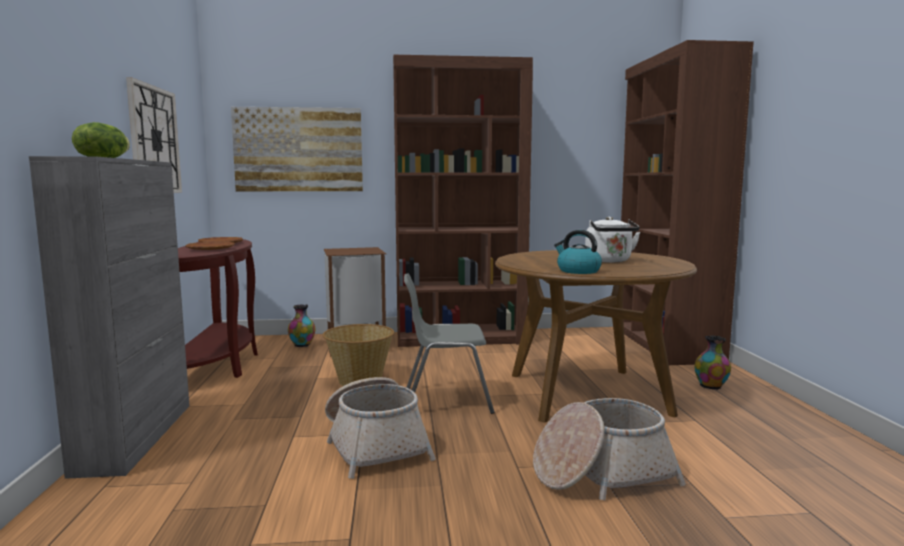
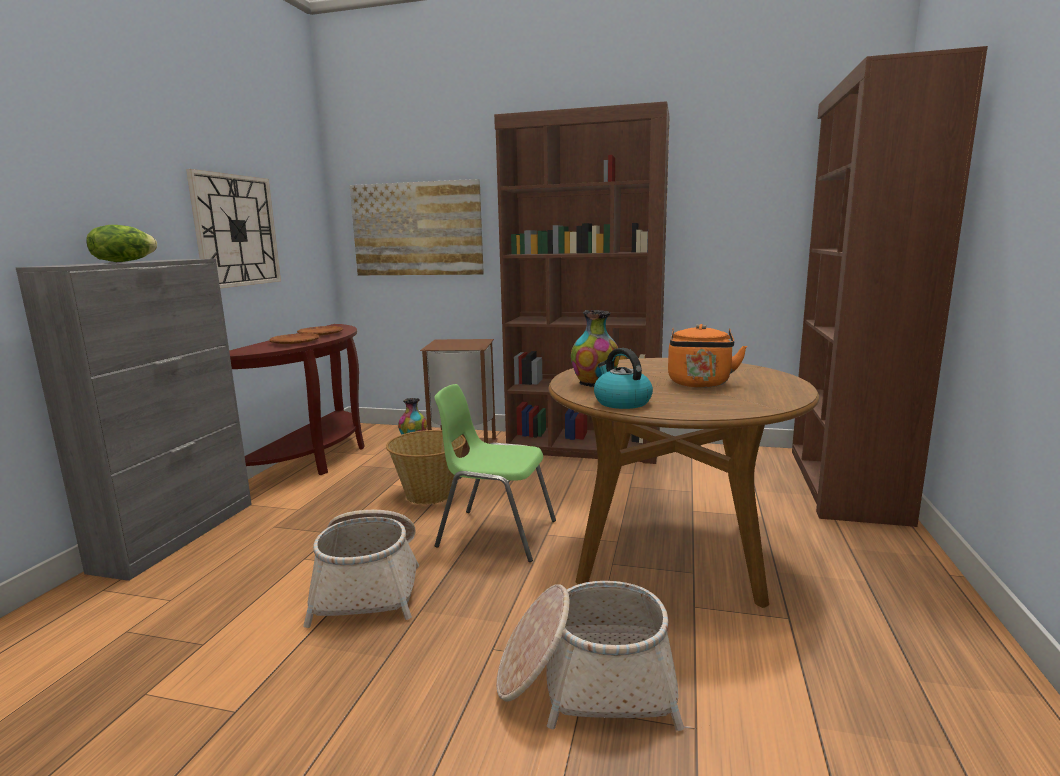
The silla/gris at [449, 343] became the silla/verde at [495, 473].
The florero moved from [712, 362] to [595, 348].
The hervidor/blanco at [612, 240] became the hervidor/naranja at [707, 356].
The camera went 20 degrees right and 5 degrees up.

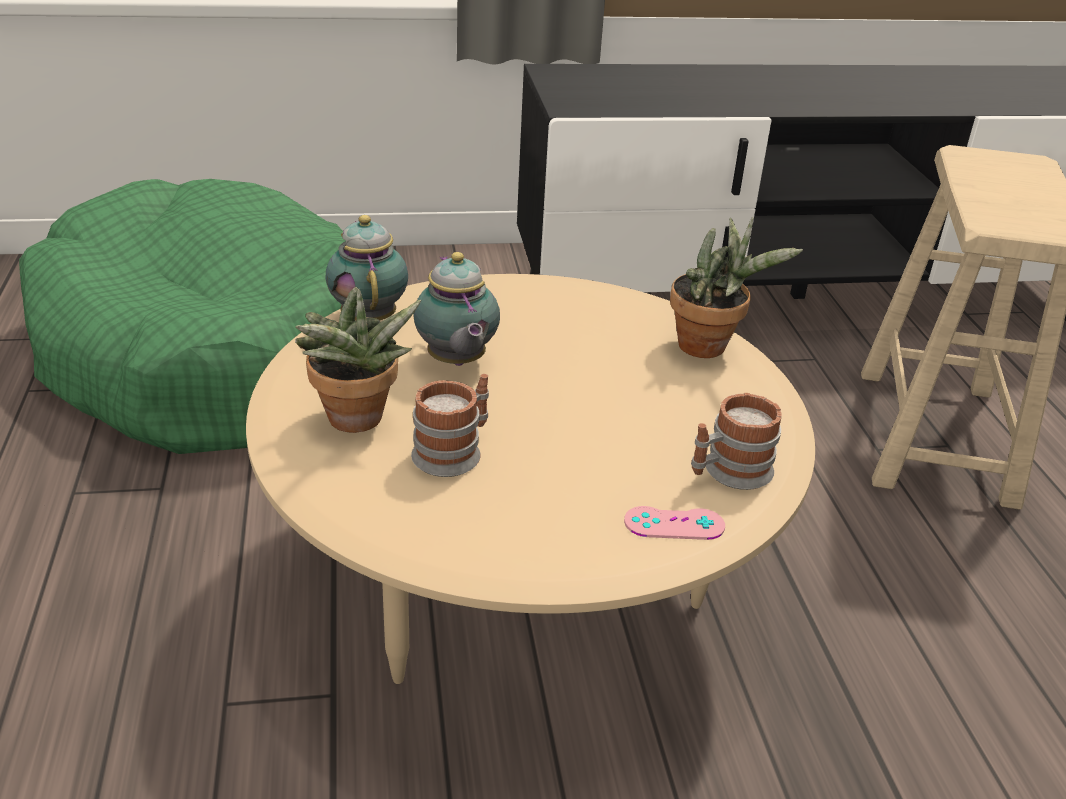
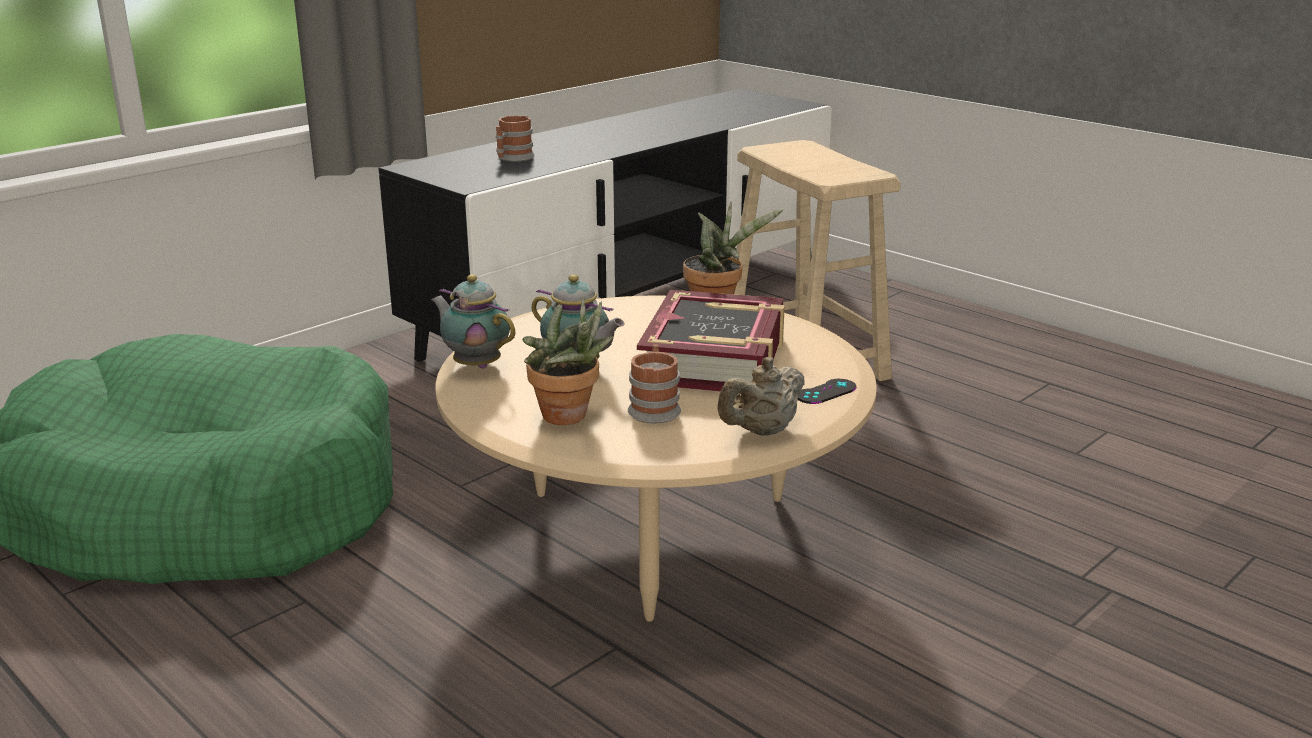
The taza grande moved from [736, 441] to [515, 138].
The libro at [711, 341] appeared.
The tetera/beis at [761, 396] appeared.
The mando de consola/rosa at [674, 523] became the mando de consola/negro at [827, 391].
The camera went 35 degrees left and 10 degrees down.

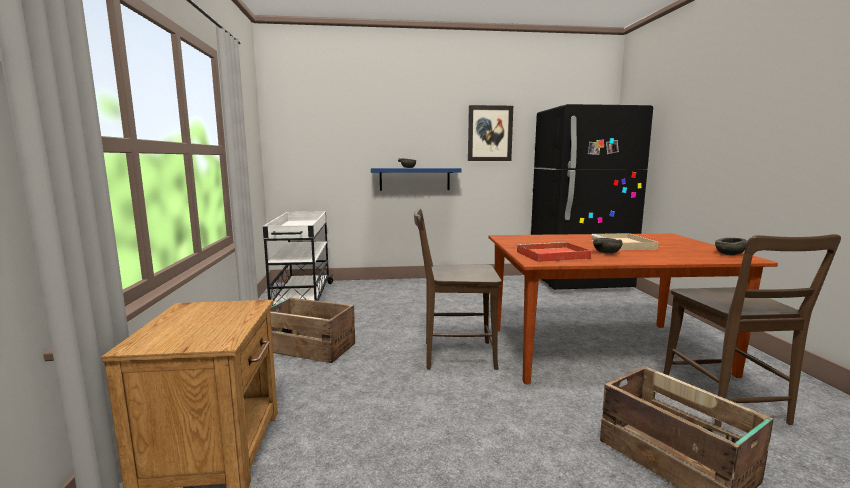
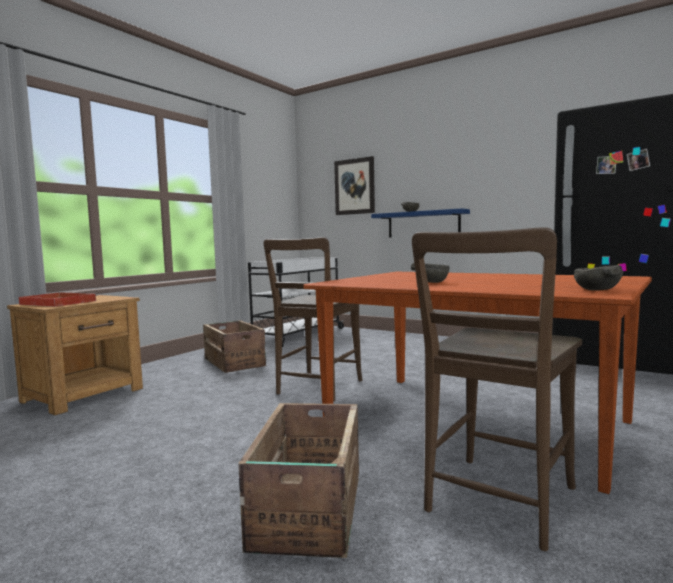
The bandeja/rojo moved from [554, 252] to [58, 299].
The silla/marrón at [458, 289] turned 105 degrees counterclockwise.
The cuadro moved from [490, 133] to [354, 185].
The bandeja/beis at [625, 241] disappeared.
The camera went 40 degrees right and 5 degrees down.

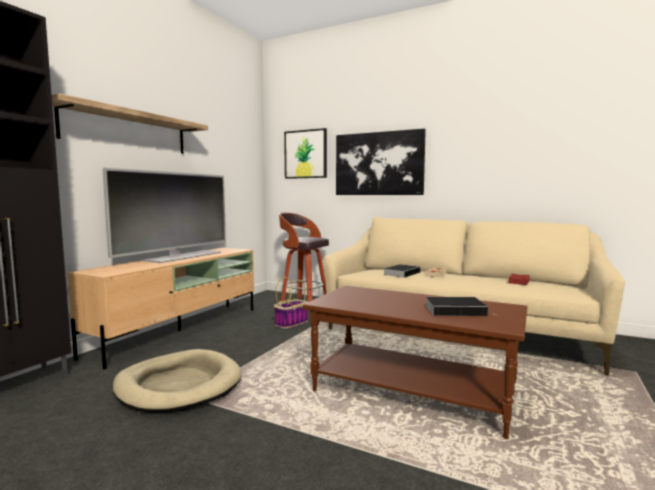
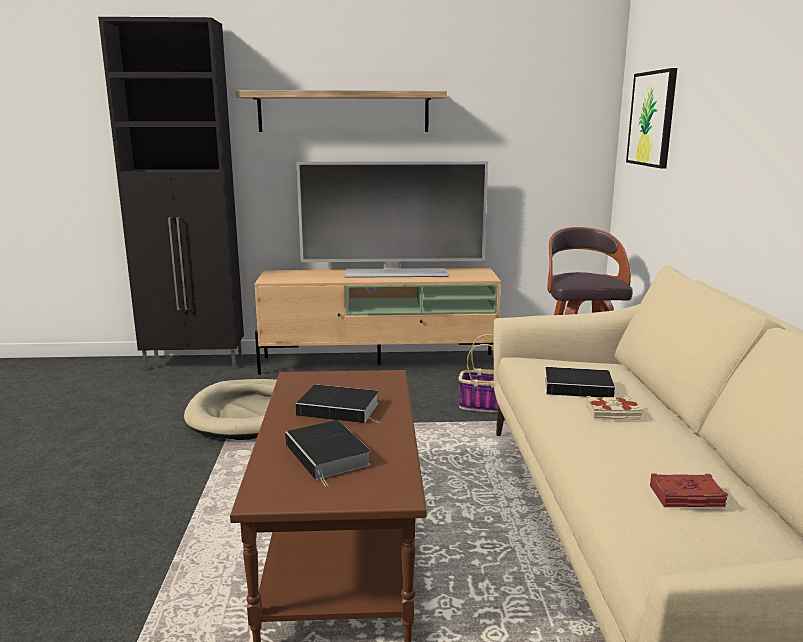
The libro at [337, 404] appeared.
The cuadro at [381, 162] disappeared.
The camera went 60 degrees right and 10 degrees up.

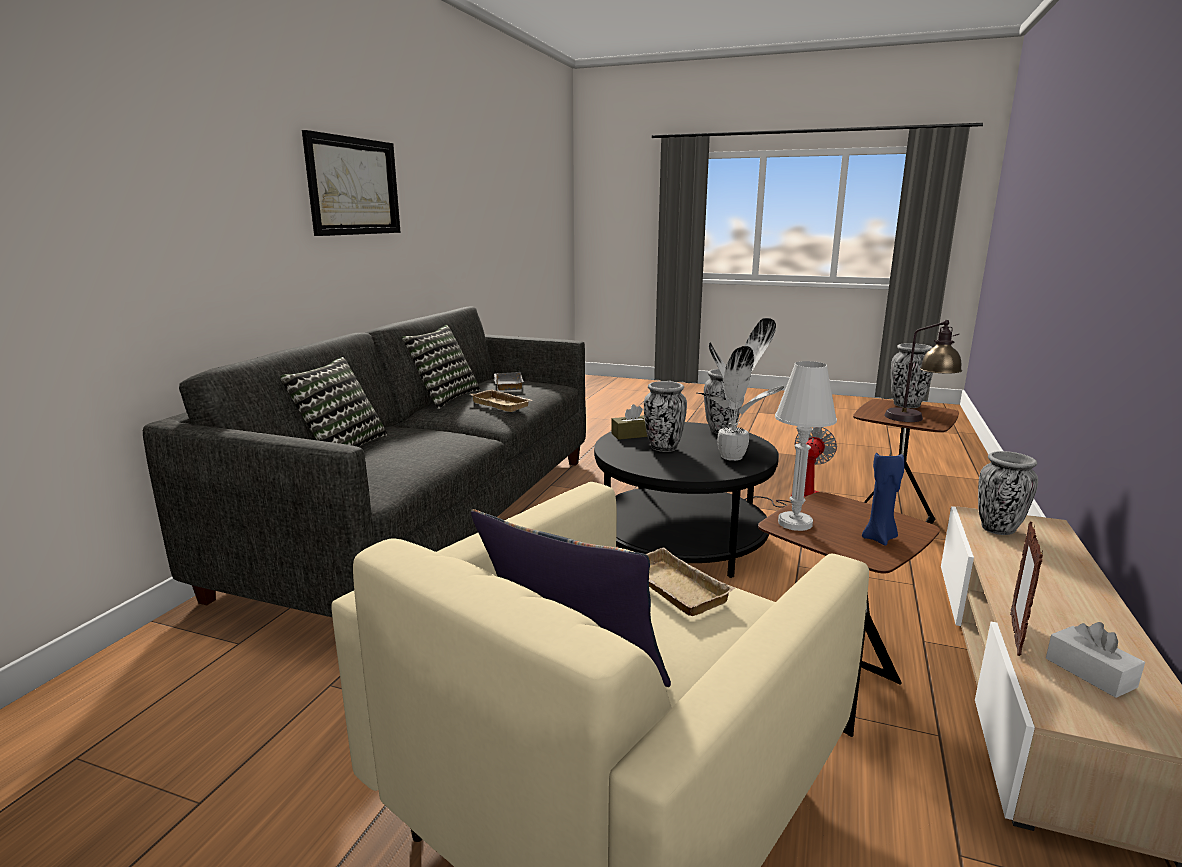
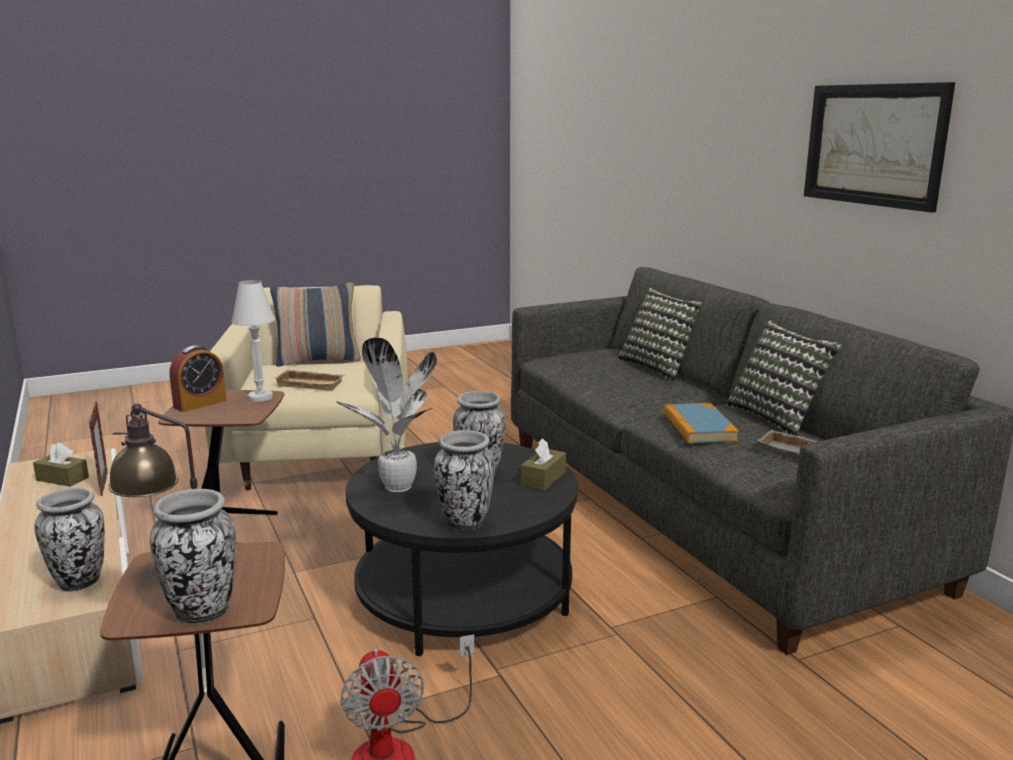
The caja de pañuelos/blanco at [1095, 660] became the caja de pañuelos/marrón at [61, 465].
The vela/azul at [883, 498] was replaced by the despertador at [198, 378].
The bandeja/beis at [501, 400] was replaced by the libro at [701, 423].
The camera went 135 degrees right and 0 degrees up.

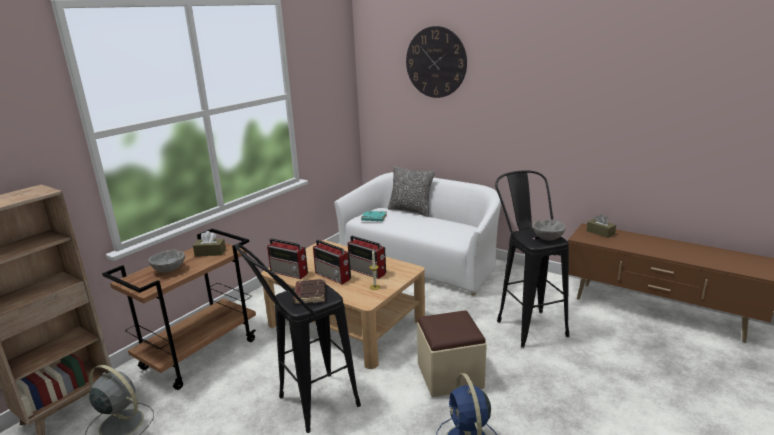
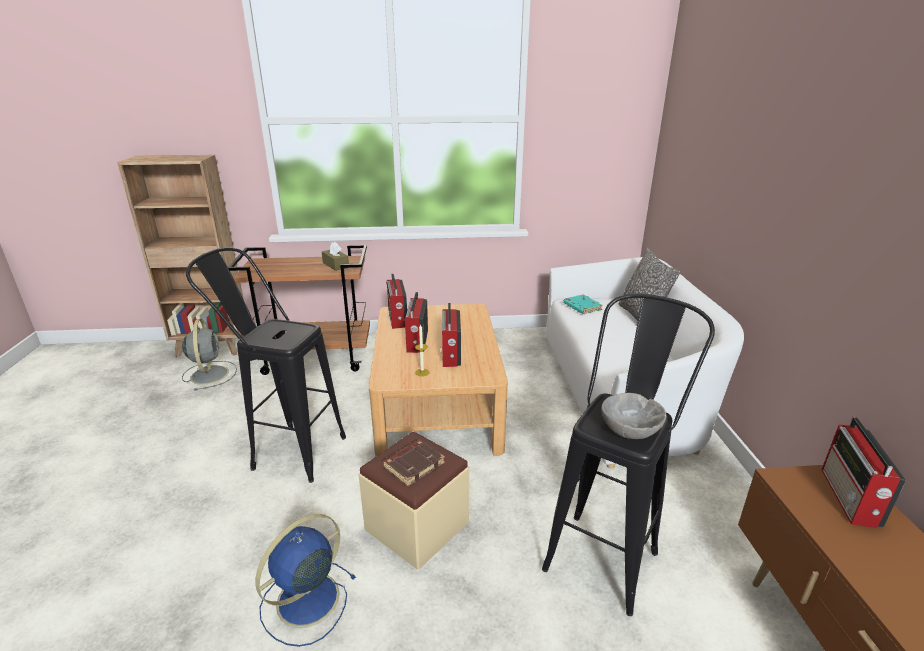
The libro/marrón moved from [309, 291] to [414, 463].
The caja de pañuelos/marrón at [601, 226] was replaced by the radio at [863, 472].
The cuenco/gris at [166, 261] disappeared.
The reloj de pared at [436, 62] disappeared.
The camera went 50 degrees right and 5 degrees up.

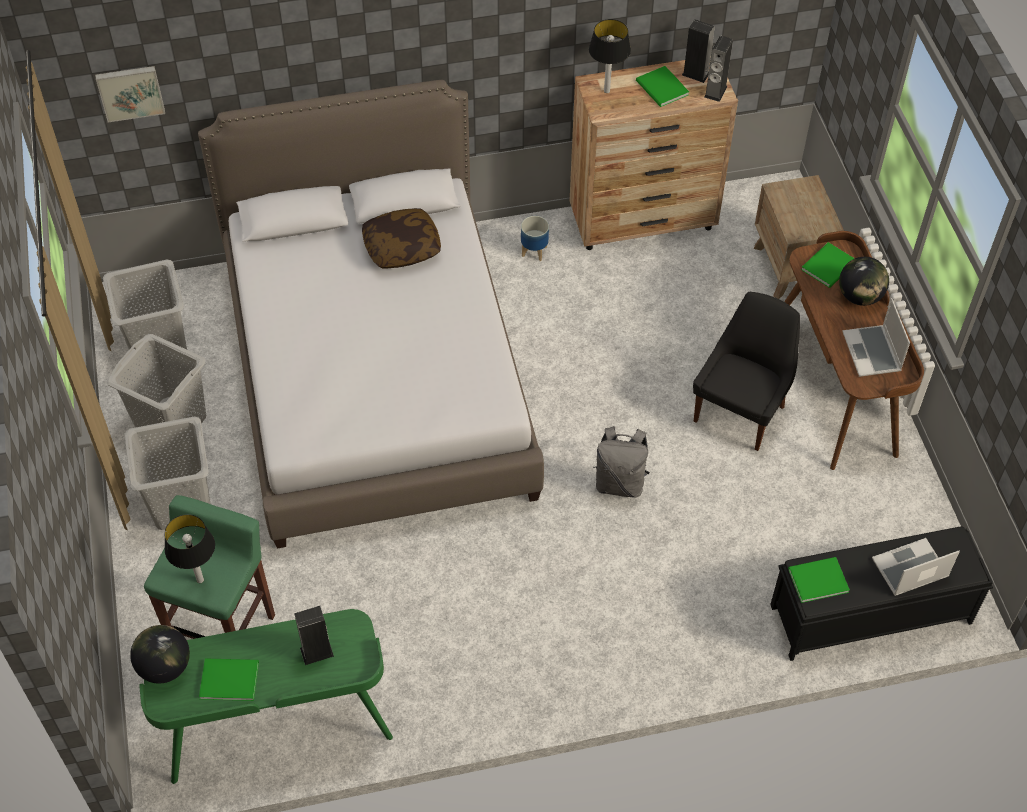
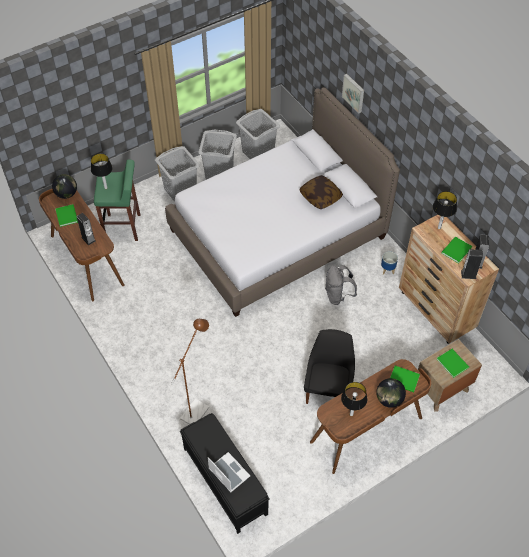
The escritorio/verde at [266, 696] became the escritorio/marrón at [82, 245].
The lámpara de pie/marrón at [190, 371] appeared.
The silla/negro at [746, 371] turned 90 degrees counterclockwise.
The mochila/gris moved from [621, 462] to [341, 285].
The portátil at [876, 337] was replaced by the lámpara de mesa at [354, 399].
The cuadro moved from [130, 94] to [353, 93].
The libro/verde moved from [819, 580] to [453, 363].
The camera went 70 degrees right and 0 degrees up.

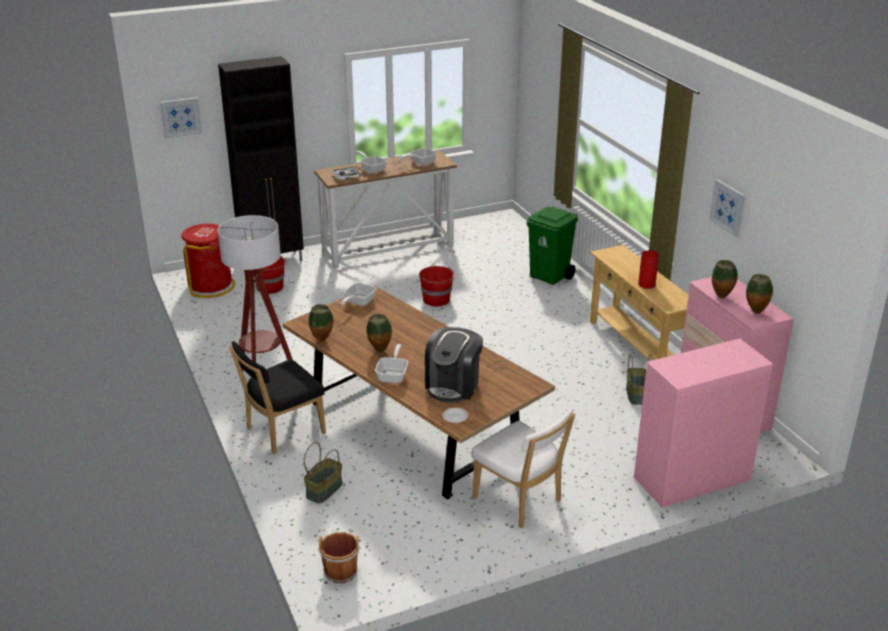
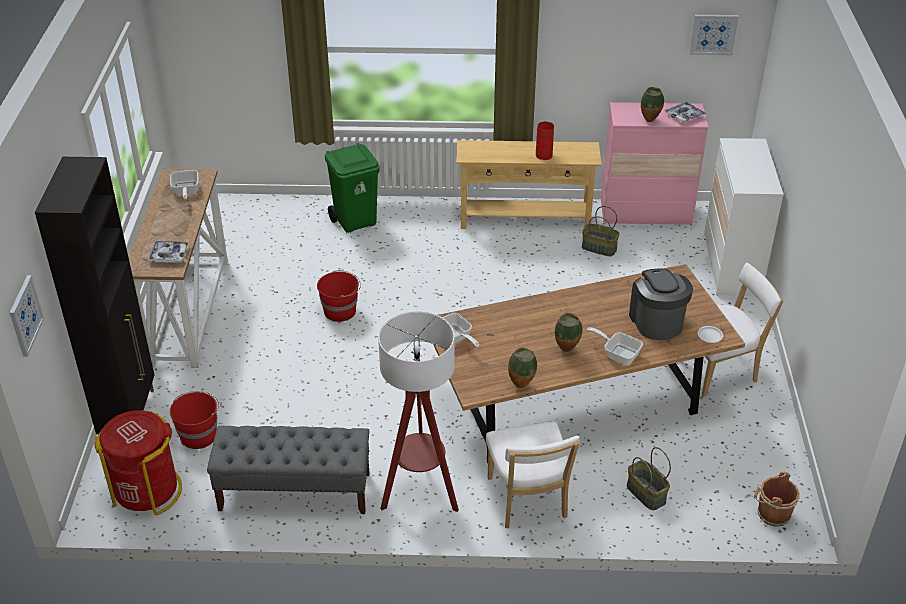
The banco/gris at [288, 470] appeared.
The silla/negro at [277, 397] became the silla/blanco at [533, 475].
The cafetera at [454, 365] turned 150 degrees counterclockwise.
The florero at [759, 294] was replaced by the bandeja at [685, 111].
The cuadro moved from [727, 208] to [713, 35].
The cómoda/rosa at [703, 423] became the cómoda/blanco at [743, 217].
The sartén at [371, 162] disappeared.
The camera went 65 degrees left and 10 degrees up.

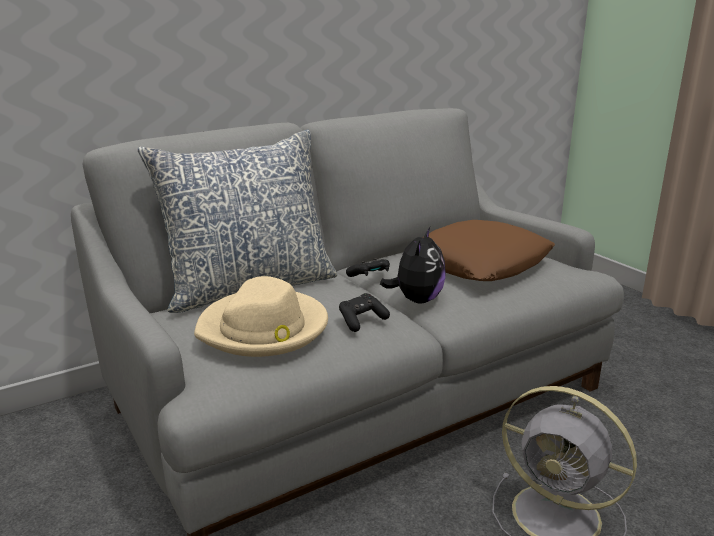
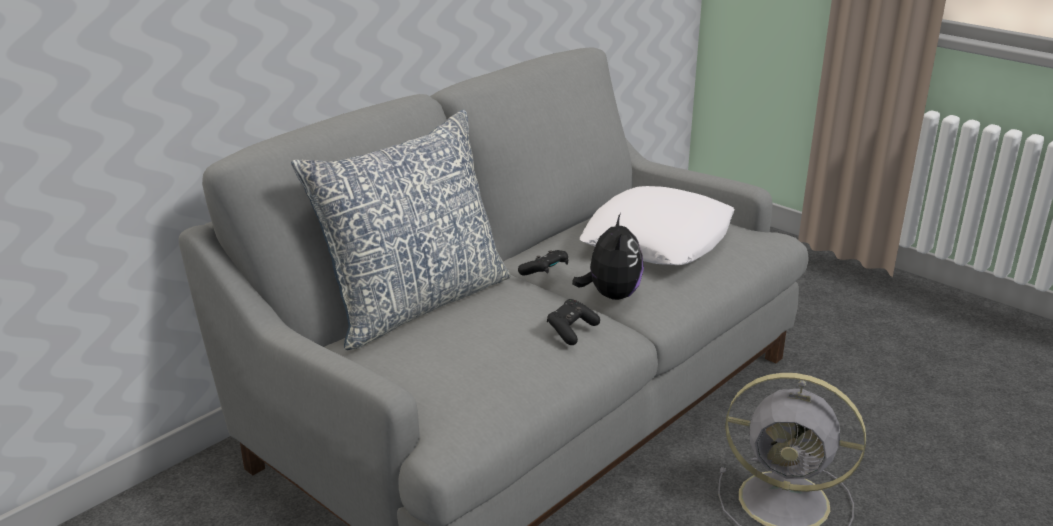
The cojín/marrón at [492, 250] became the cojín/blanco at [657, 225].
The sombrero/beis at [261, 316] disappeared.
The camera went 15 degrees left and 5 degrees up.

